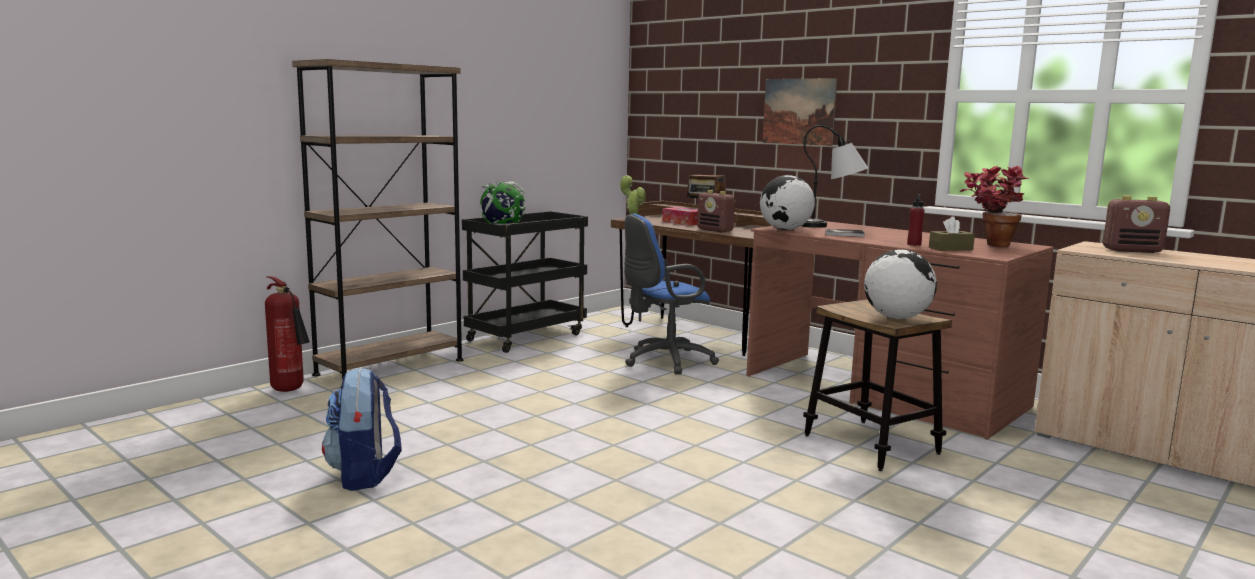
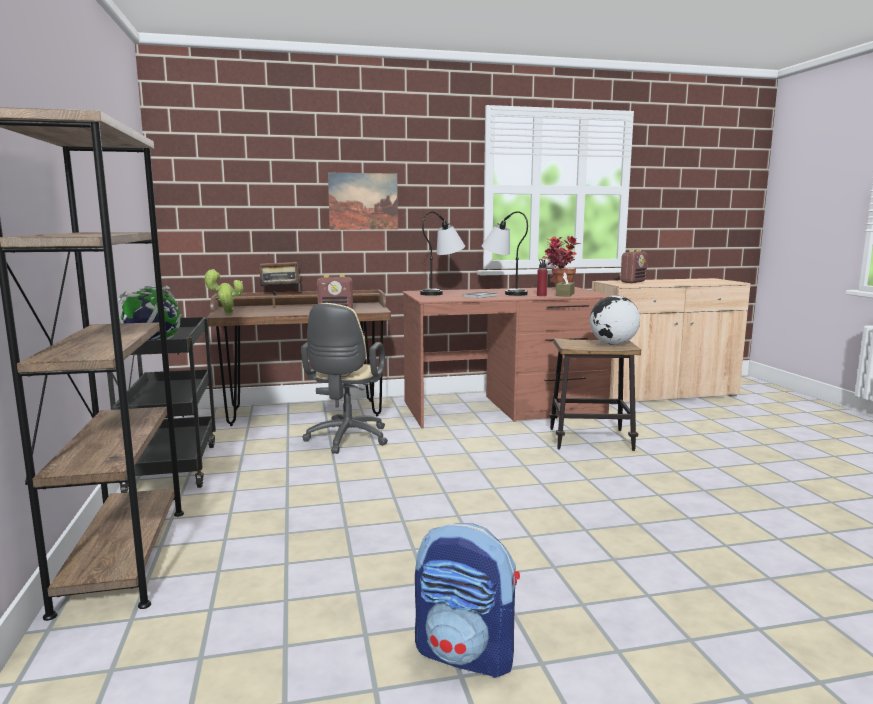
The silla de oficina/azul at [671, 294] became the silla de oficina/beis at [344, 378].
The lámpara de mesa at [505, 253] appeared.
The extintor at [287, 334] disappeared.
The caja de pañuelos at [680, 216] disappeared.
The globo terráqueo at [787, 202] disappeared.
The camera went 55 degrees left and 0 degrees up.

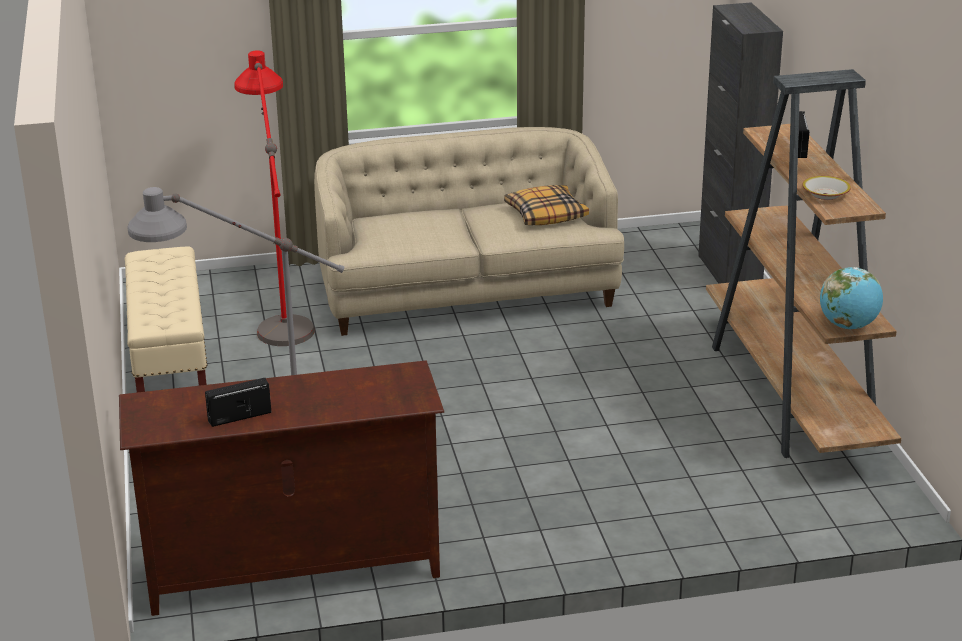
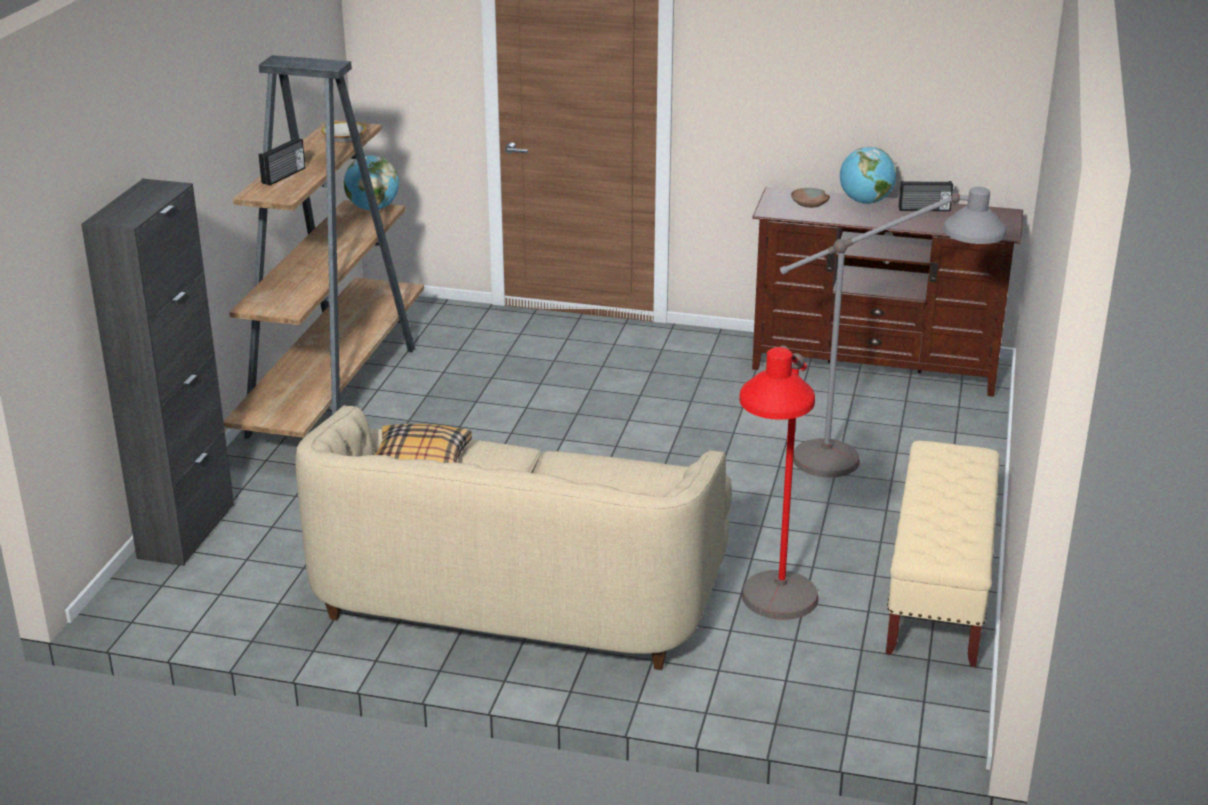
The cuenco/marrón at [810, 198] appeared.
The globo terráqueo at [868, 175] appeared.
The camera went 155 degrees left and 0 degrees up.

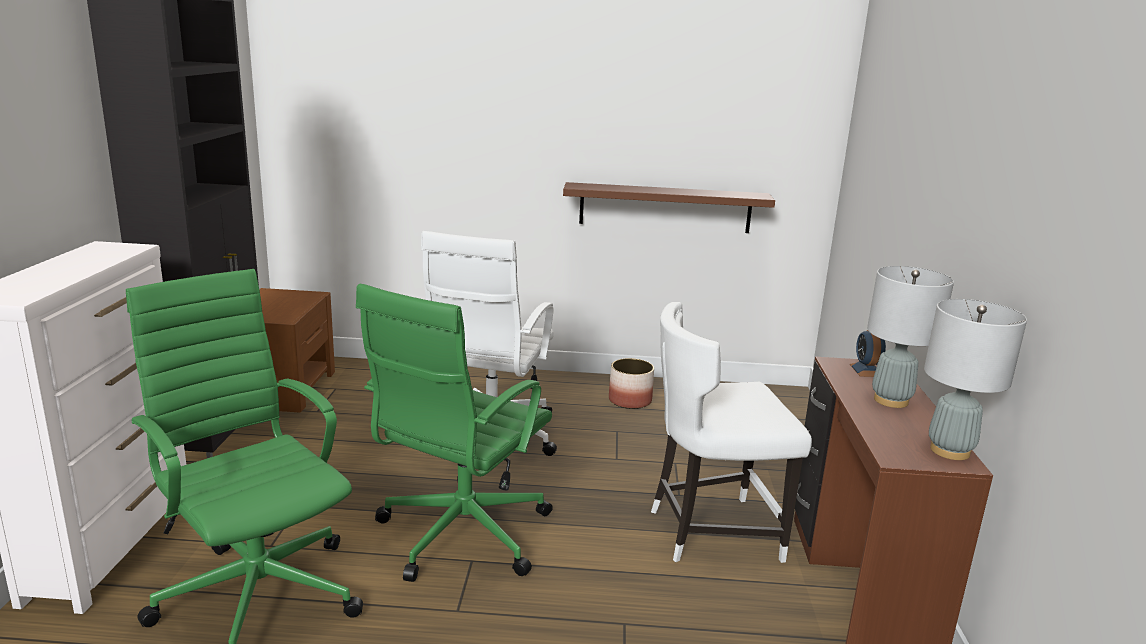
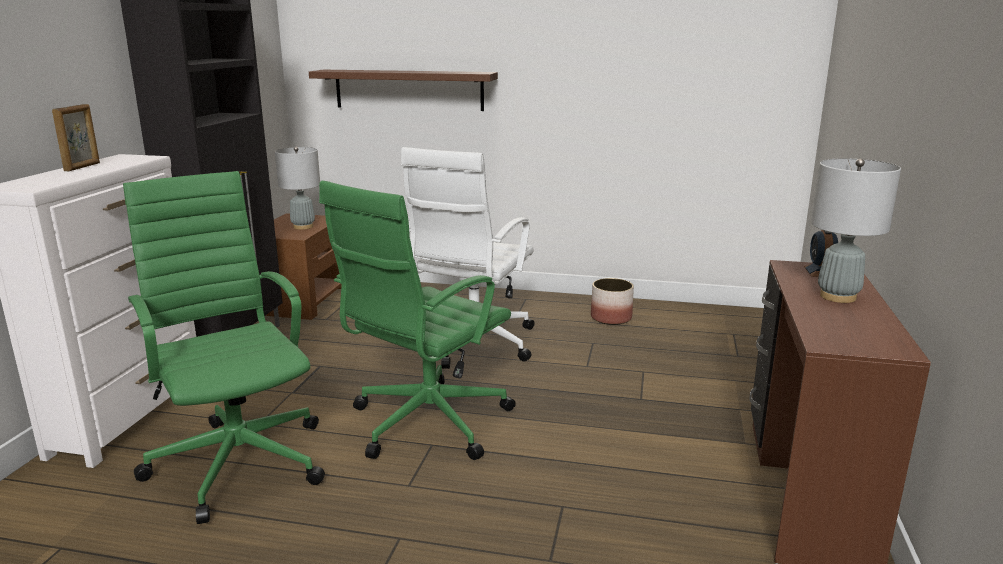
The portarretratos at [76, 137] appeared.
The lámpara de mesa/gris moved from [975, 379] to [297, 188].
The estante/marrón moved from [669, 207] to [403, 90].
The silla/blanco at [731, 432] disappeared.
The camera went 10 degrees right and 0 degrees up.

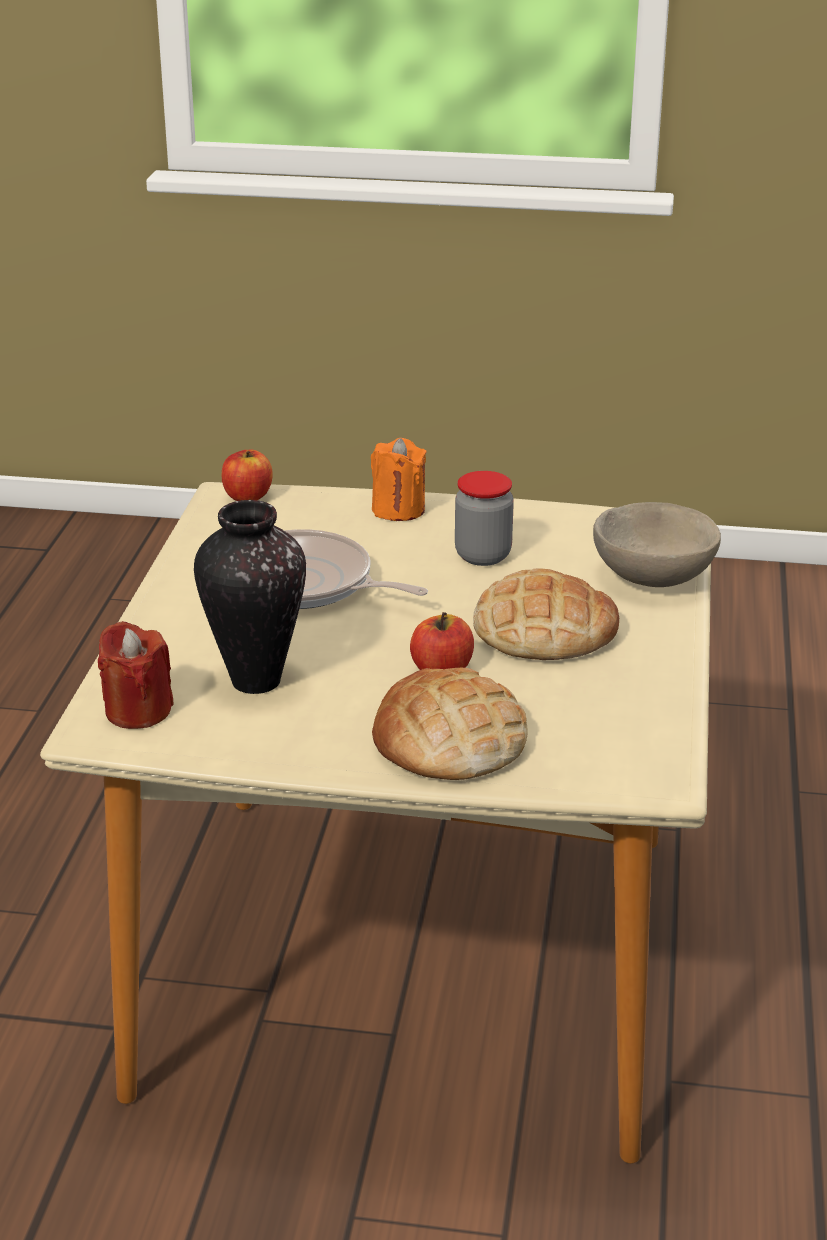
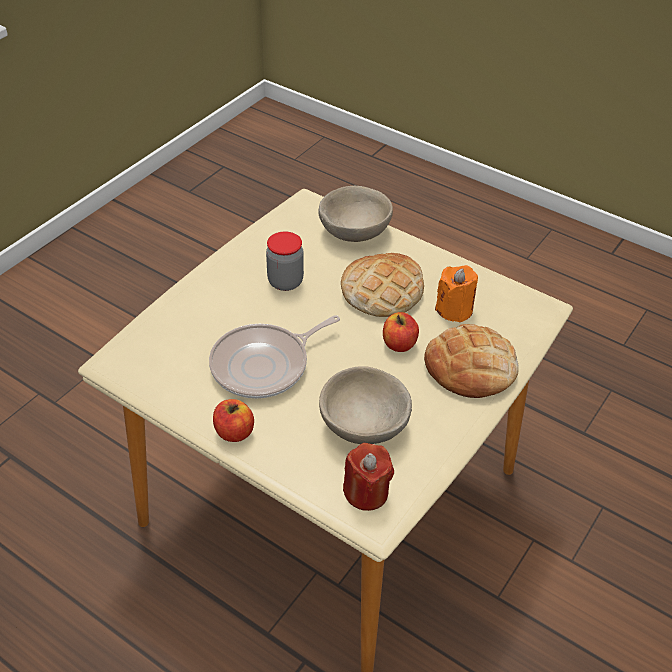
The manzana moved from [247, 475] to [233, 420].
The florero at [250, 597] was replaced by the cuenco/beis at [365, 405].
The vela/naranja moved from [399, 479] to [456, 294].
The camera went 65 degrees left and 15 degrees up.

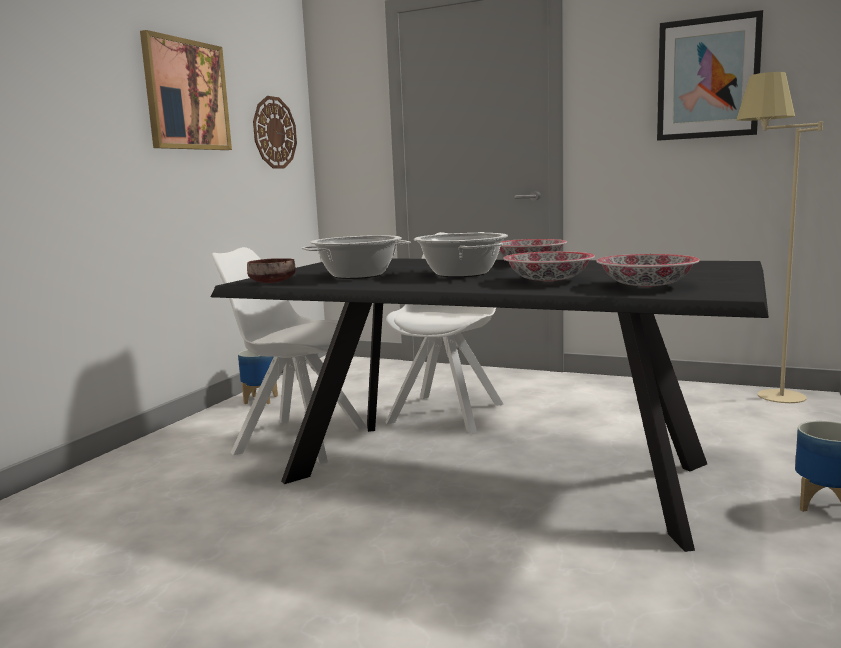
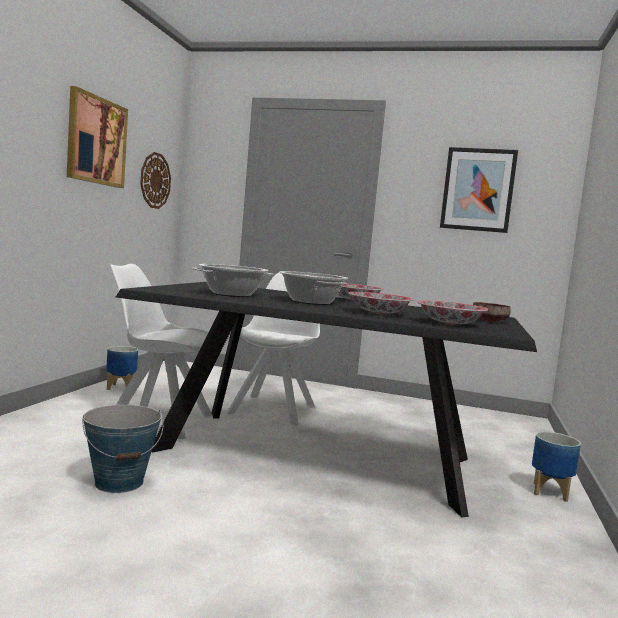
The cubo at [122, 449] appeared.
The cuenco/marrón moved from [271, 270] to [492, 312].
The lámpara de pie/beis at [779, 237] disappeared.
The camera went 10 degrees left and 5 degrees down.

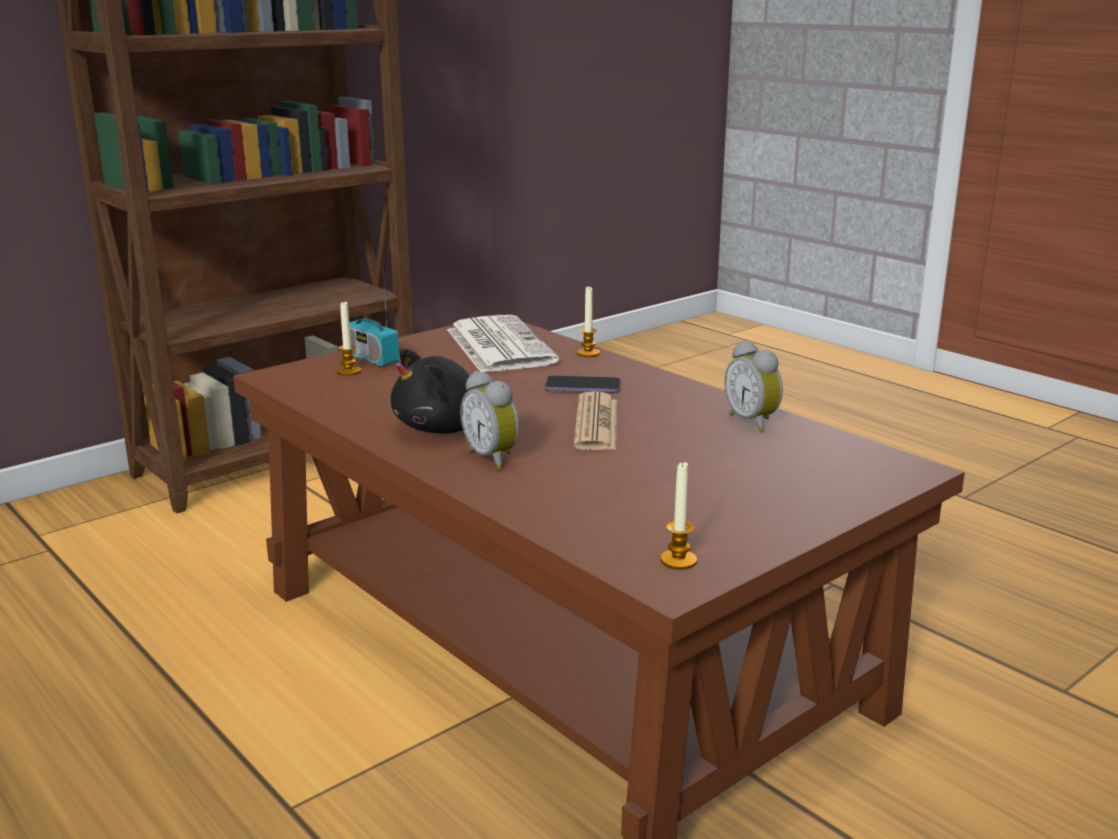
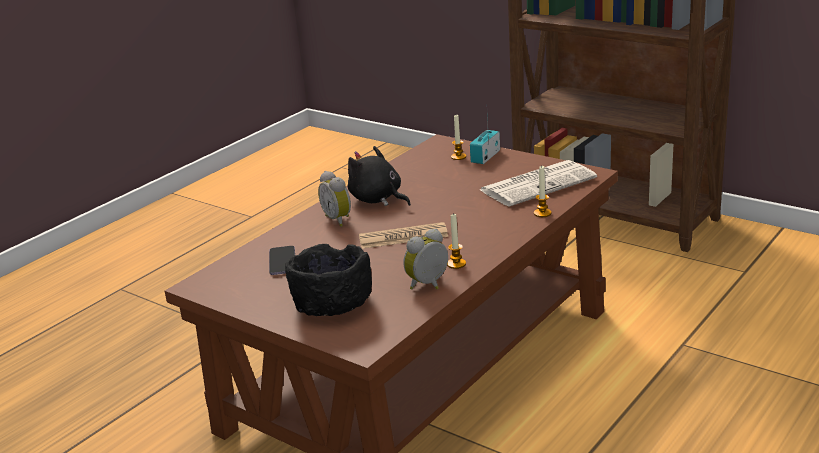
The móvil moved from [582, 384] to [282, 260].
The cuenco/negro at [328, 280] appeared.
The despertador at [489, 420] turned 75 degrees counterclockwise.
The vela moved from [678, 516] to [456, 241].
The camera went 80 degrees right and 5 degrees up.

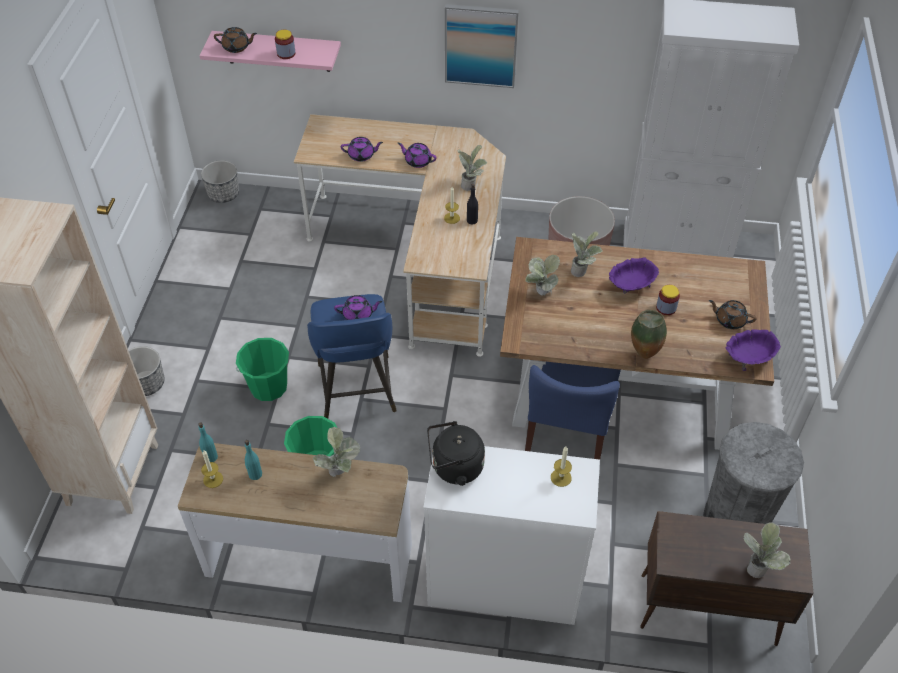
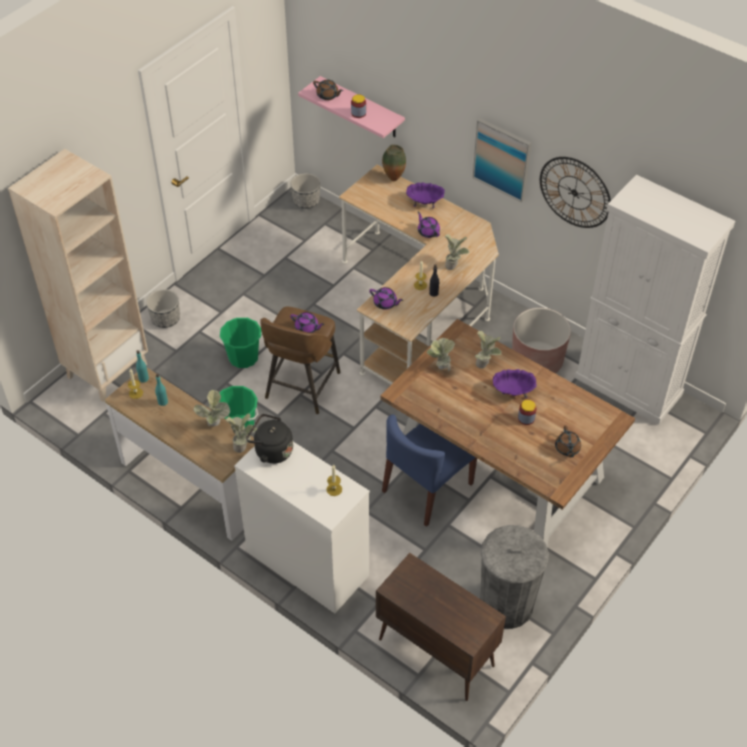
The planta en maceta moved from [767, 550] to [241, 433].
The taburete/azul at [352, 356] became the taburete/marrón at [300, 360].
The tetera/morado moved from [362, 149] to [386, 298].
The florero moved from [649, 334] to [394, 163].
The cuenco/morado moved from [753, 350] to [425, 195].
The reloj de pared at [575, 192] appeared.
The tetera/marrón at [732, 314] turned 150 degrees counterclockwise.
The camera went 30 degrees right and 0 degrees up.

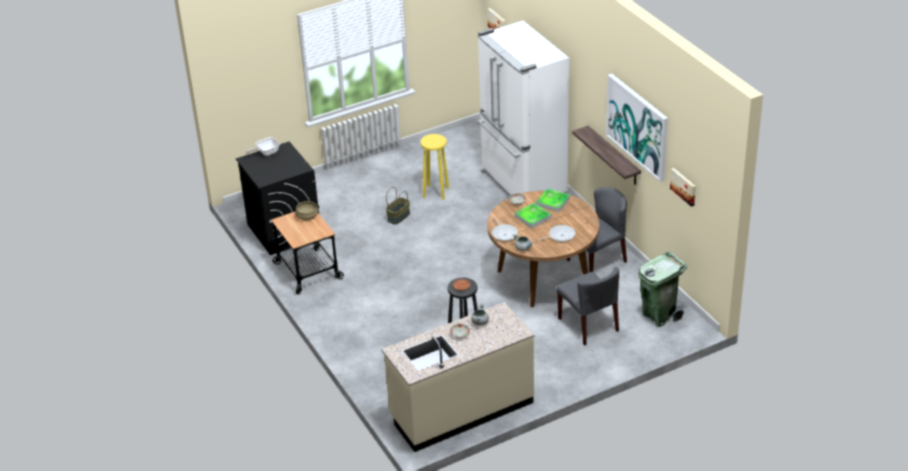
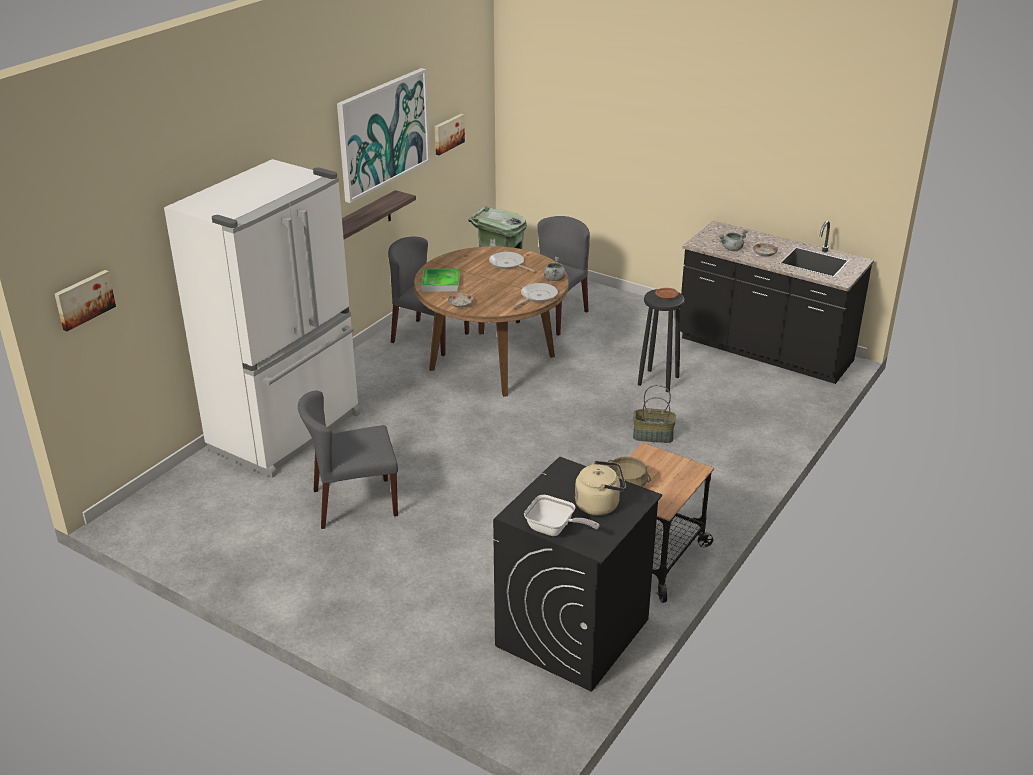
The taburete/amarillo at [434, 167] was replaced by the silla/gris at [348, 460].
The hervidor/beis at [600, 488] appeared.
The cesta moved from [398, 206] to [654, 414].
The mueble bajo de cocina/beis at [458, 377] became the mueble bajo de cocina/negro at [777, 302].
The bandeja at [533, 215] disappeared.
The camera went 120 degrees left and 5 degrees down.

